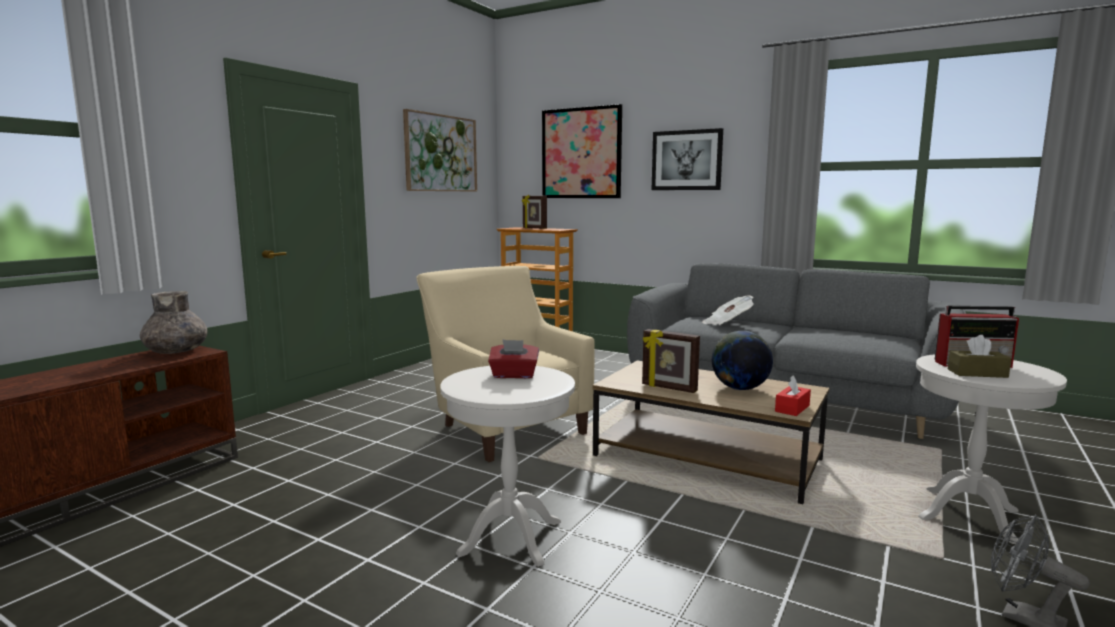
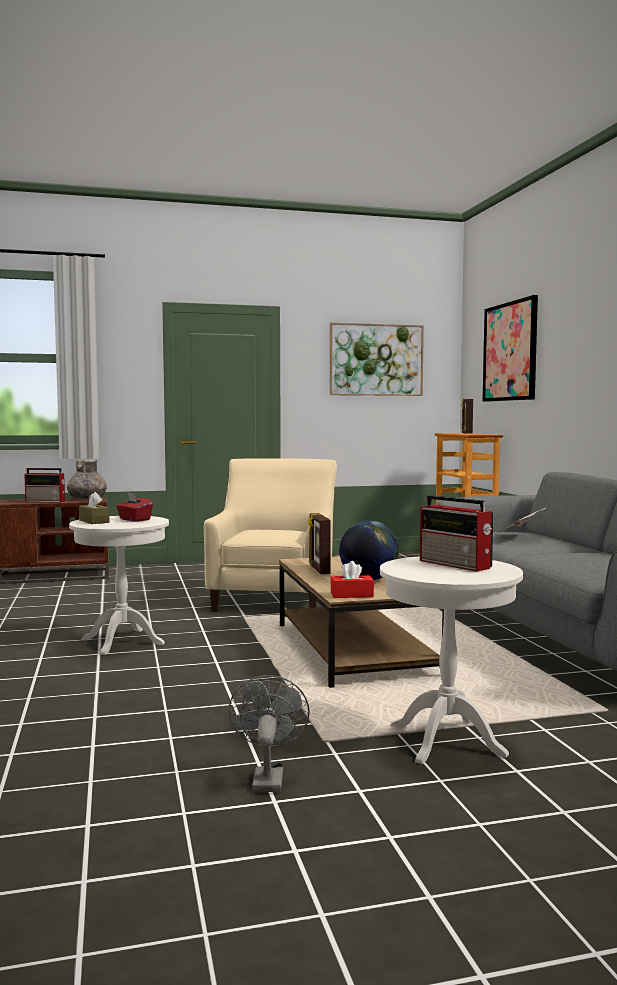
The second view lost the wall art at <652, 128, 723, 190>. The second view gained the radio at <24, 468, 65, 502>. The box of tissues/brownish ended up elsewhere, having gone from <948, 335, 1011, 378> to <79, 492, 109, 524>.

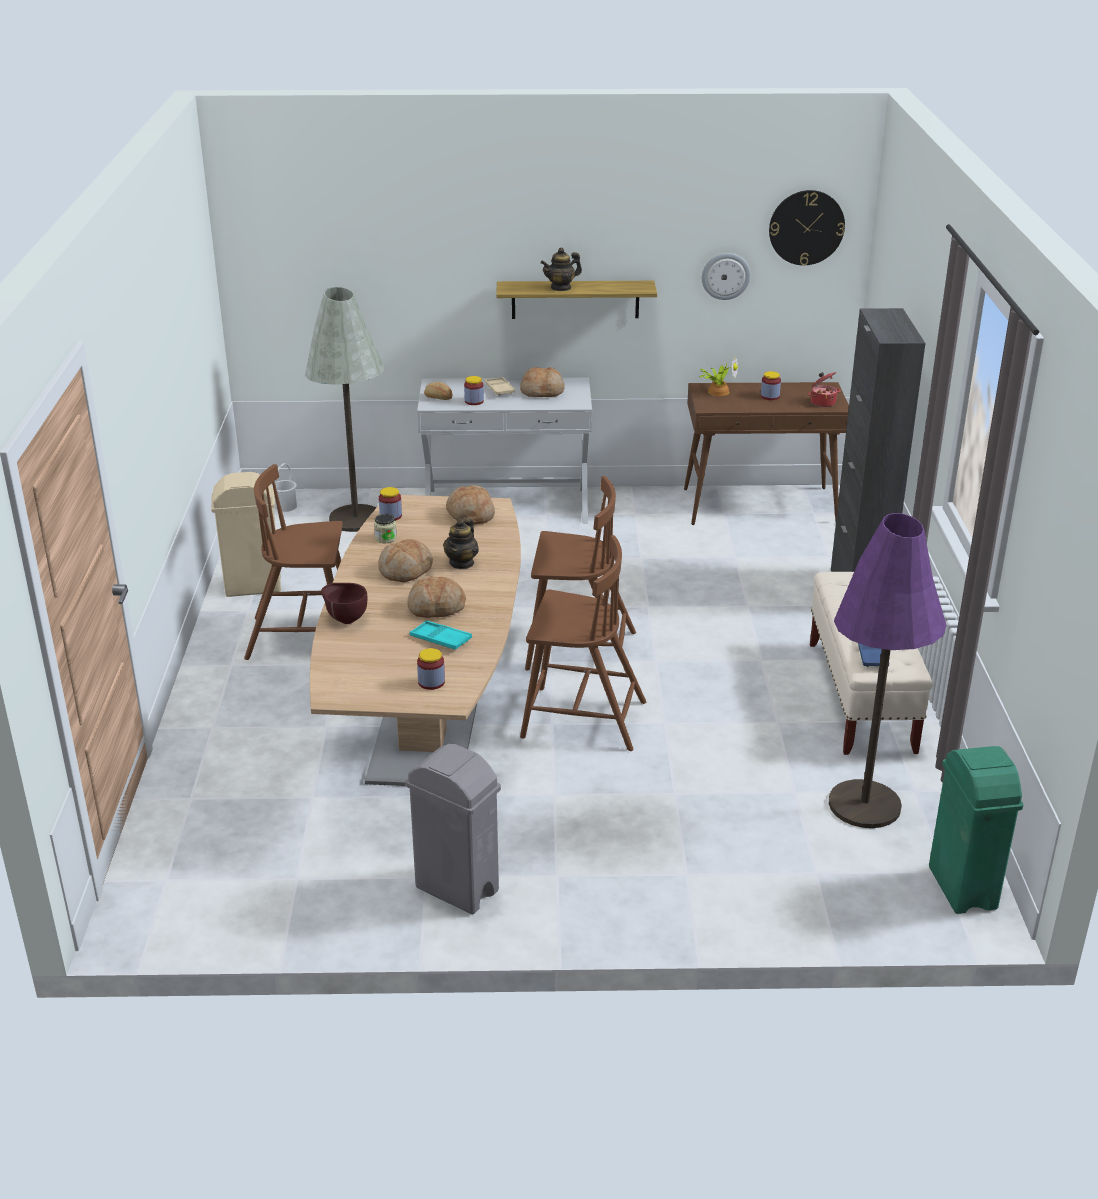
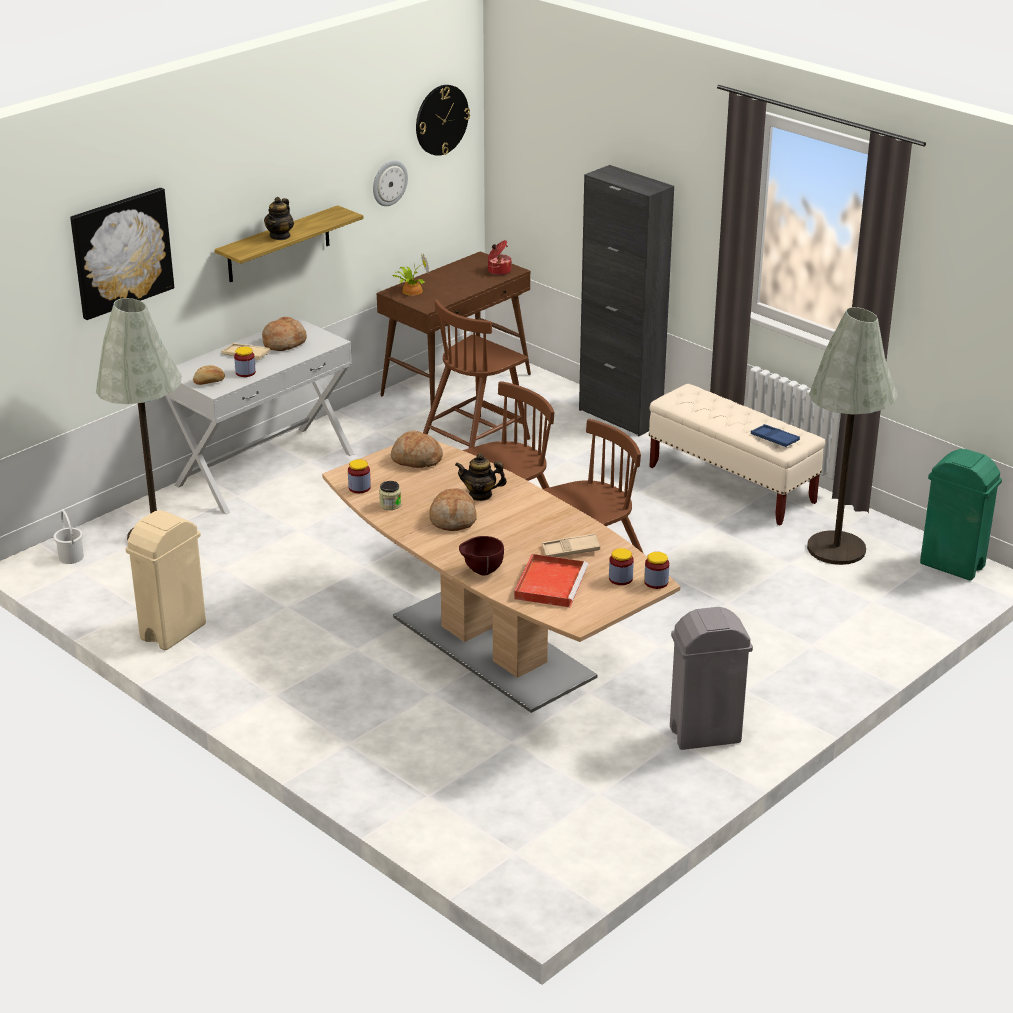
The second view lost the bread at <407, 576, 466, 618>. The second view gained the wall art at <70, 188, 174, 320>. The second view gained the carrying tray/reddish at <514, 554, 588, 607>. The chair/brownish ended up elsewhere, having gone from <244, 464, 343, 660> to <423, 300, 530, 448>. The preserve jar ended up elsewhere, having gone from <761, 371, 781, 400> to <644, 552, 669, 589>. What was the carrying tray/blue-green at <410, 620, 472, 650> turned into the carrying tray/beige at <542, 533, 600, 557>. What was the floor lamp/purplish at <829, 513, 947, 828> turned into the floor lamp/gray at <807, 307, 898, 565>. The teapot at <443, 518, 479, 569> ended up facing another way, 120 degrees clockwise from before.

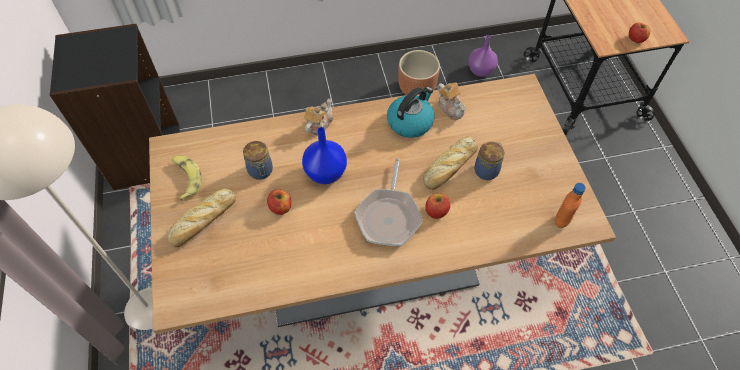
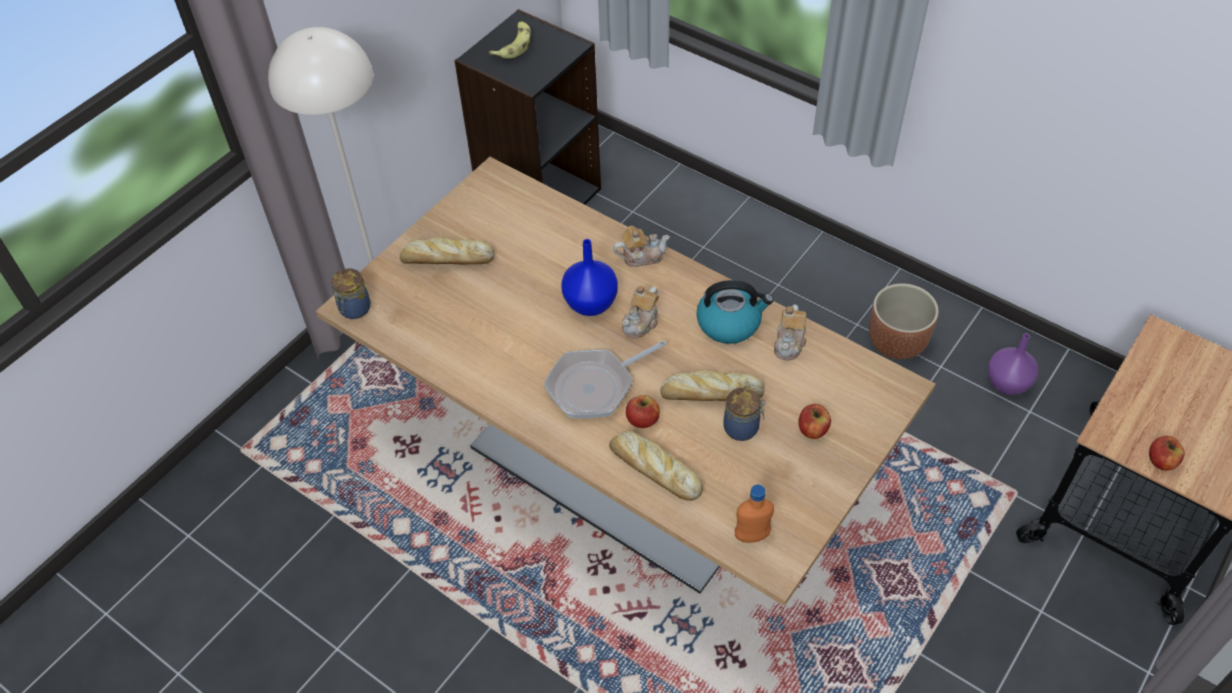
The second view gained the bread at <609, 431, 703, 501>. The second view gained the teapot at <622, 286, 659, 339>. The whole banana ended up elsewhere, having gone from <172, 156, 202, 201> to <489, 21, 531, 59>. The preserve jar ended up elsewhere, having gone from <243, 141, 273, 180> to <331, 269, 371, 319>. The whole apple ended up elsewhere, having gone from <267, 189, 291, 215> to <798, 404, 831, 439>.

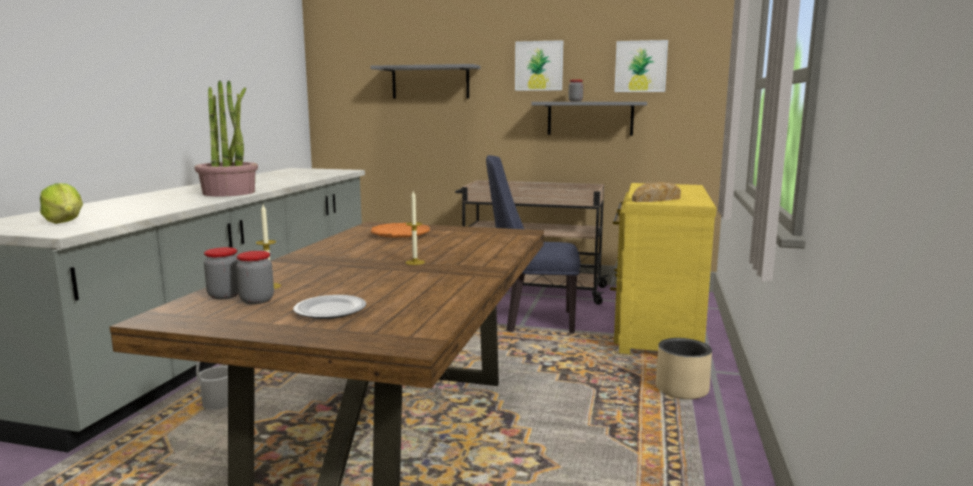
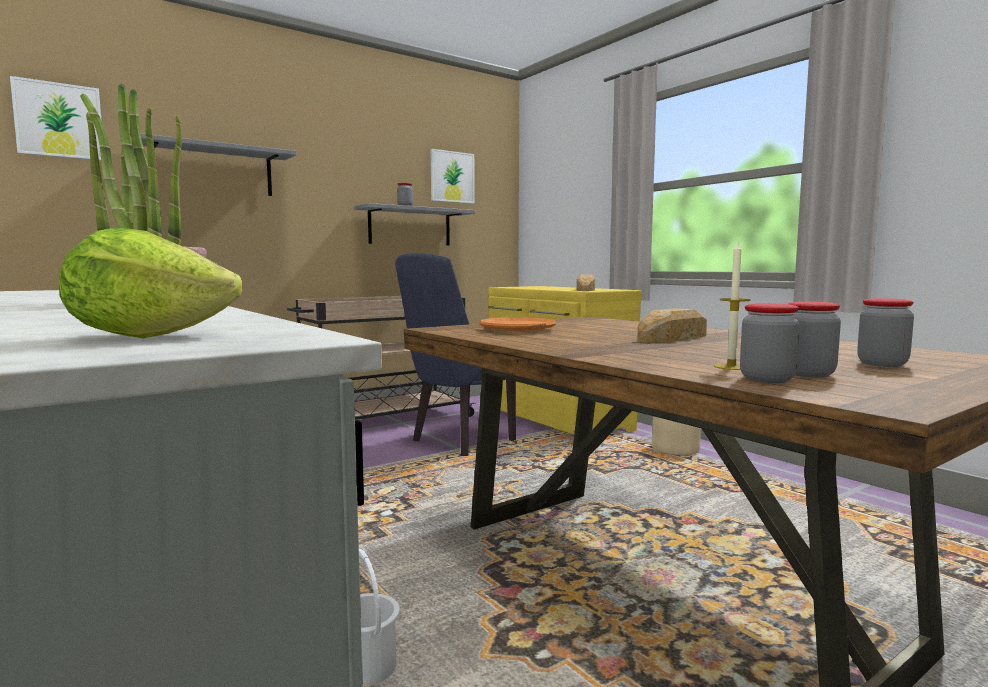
The wall art ended up elsewhere, having gone from <515, 40, 563, 91> to <10, 76, 101, 160>. Where the plate stood at <293, 295, 366, 319>, the preserve jar came to stand at <857, 298, 914, 367>. Where the candle stood at <405, 191, 425, 265>, the bread came to stand at <637, 308, 707, 342>.

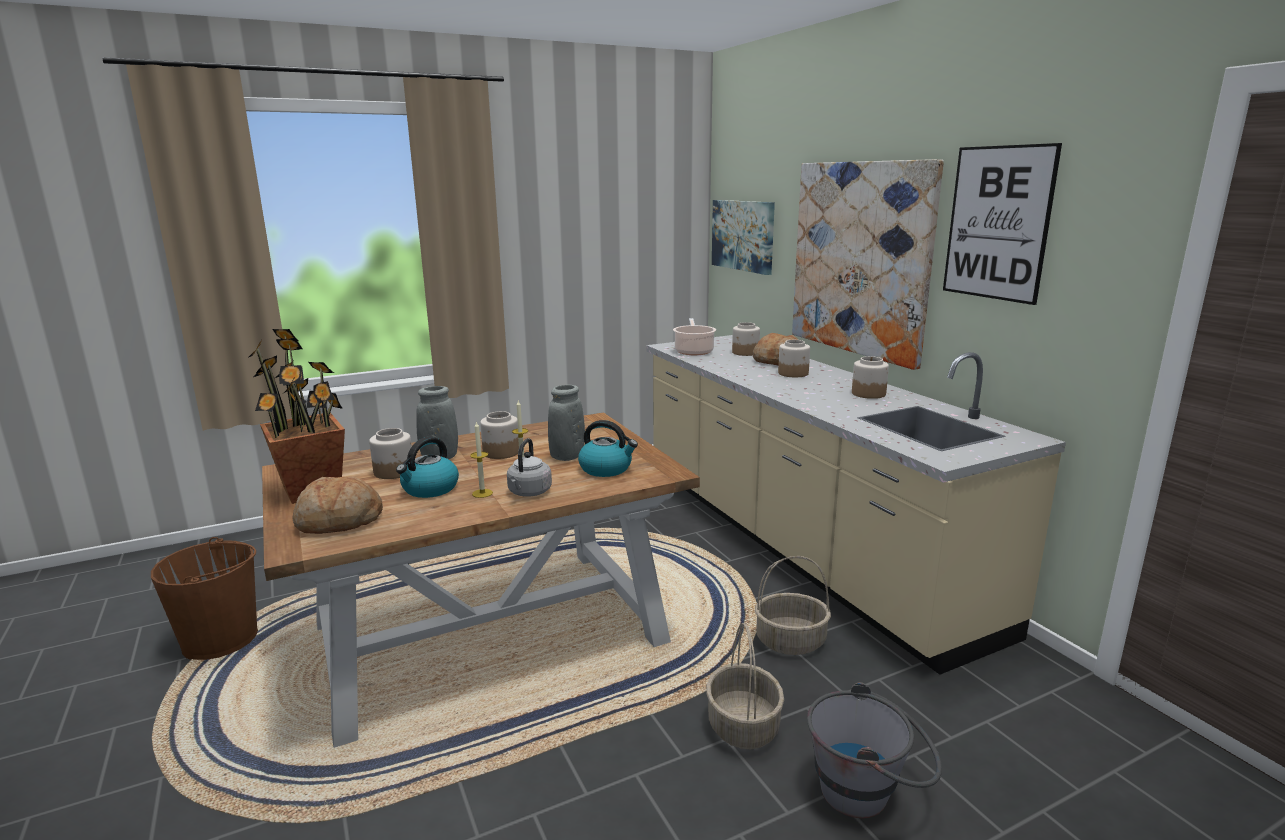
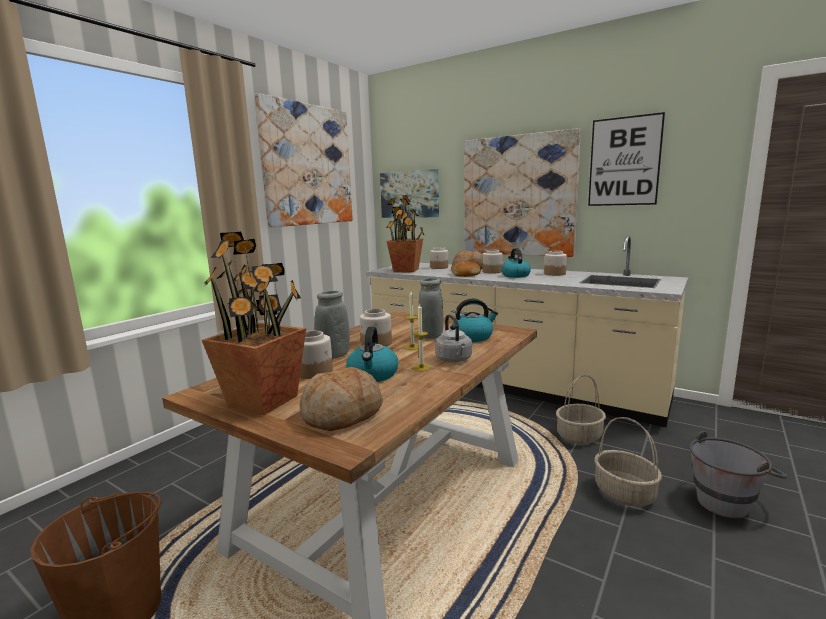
The second view gained the wall art at <255, 93, 353, 227>. The second view gained the bread at <451, 261, 481, 277>. The second view gained the kettle at <501, 248, 531, 278>. Where the stockpot stood at <673, 318, 716, 355>, the potted plant came to stand at <386, 195, 424, 272>.

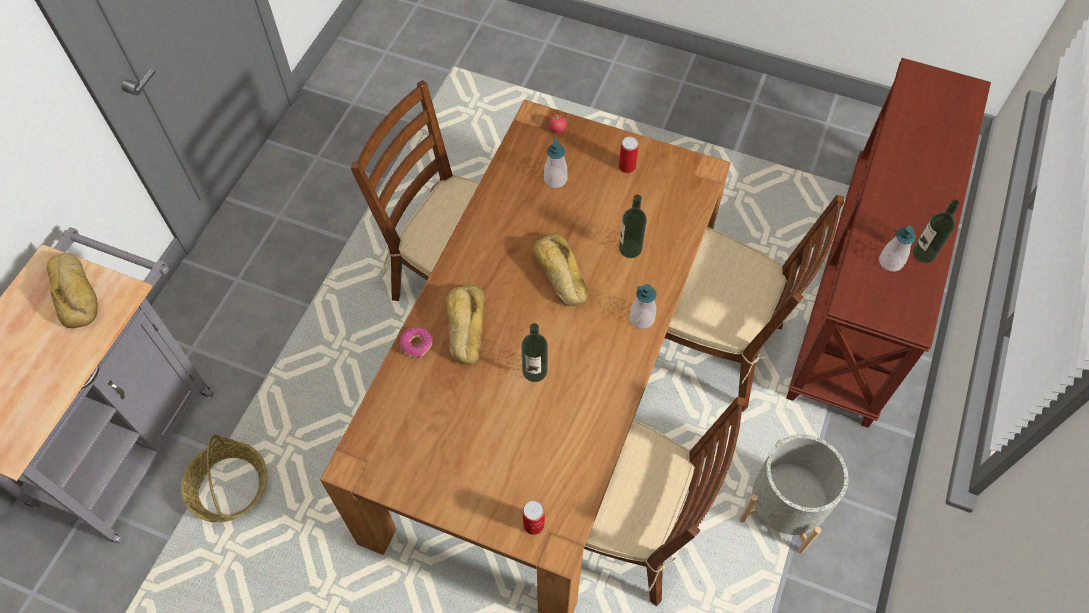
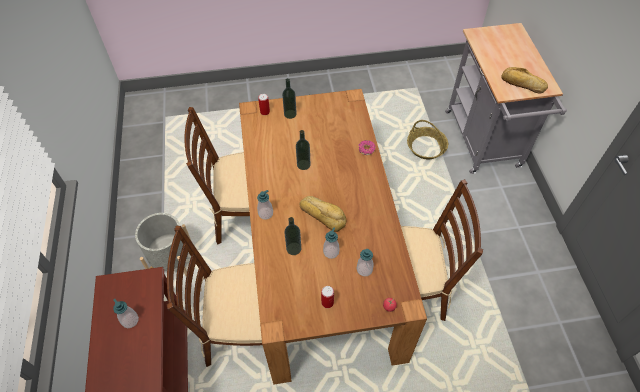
The second view lost the bread at <446, 285, 485, 365>. The second view gained the soap bottle at <323, 227, 339, 259>. The drink bottle ended up elsewhere, having gone from <913, 199, 960, 263> to <282, 78, 297, 119>.

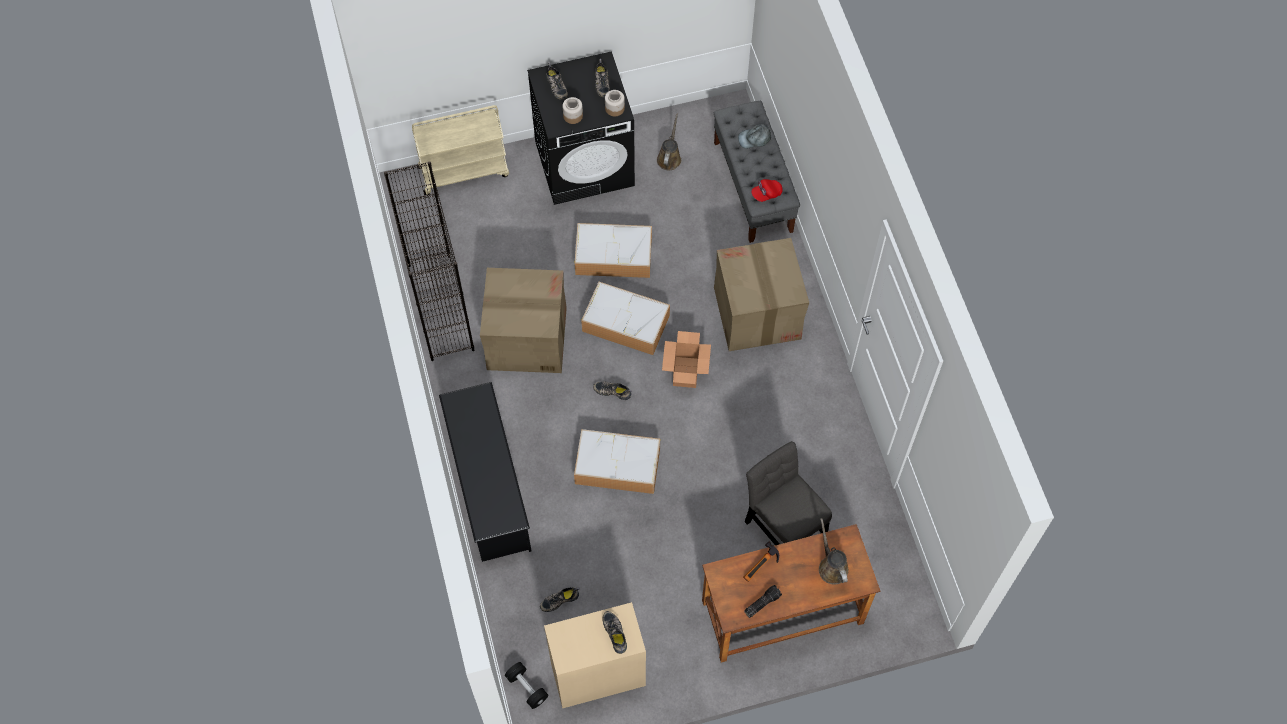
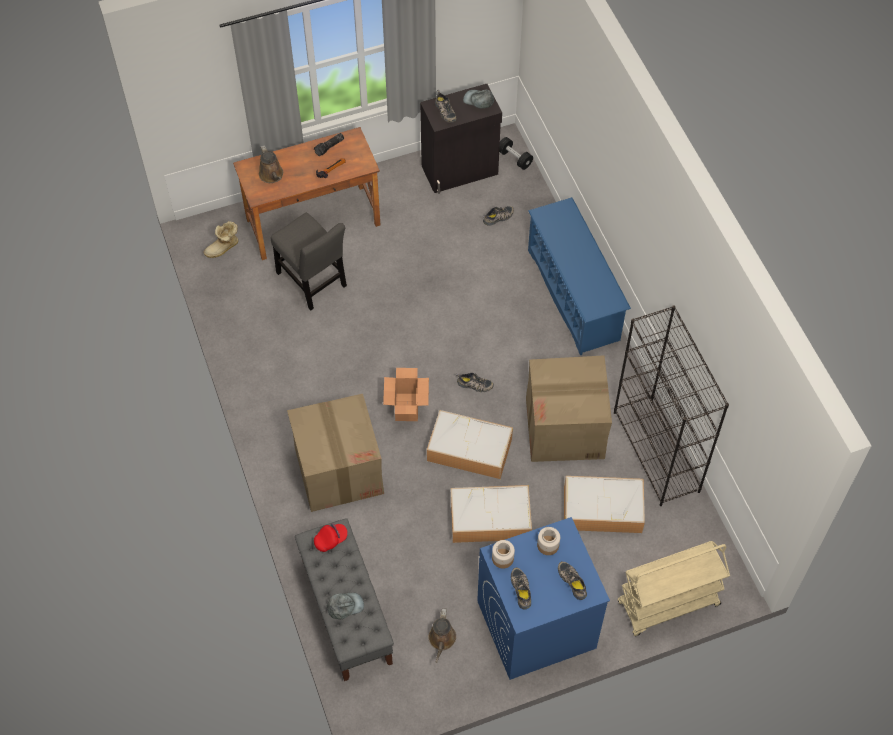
The second view gained the boot at <203, 221, 238, 258>. The second view gained the peaked cap/gray at <463, 90, 494, 109>. The storage bin ended up elsewhere, having gone from <574, 429, 660, 494> to <564, 476, 645, 533>. What was the shoe rack/black-coloured at <439, 382, 531, 562> turned into the shoe rack/bluish at <528, 197, 631, 355>. What was the laundry appliance/black-coloured at <527, 51, 635, 205> turned into the laundry appliance/bluish at <477, 517, 610, 680>. What was the cupboard/beige at <544, 602, 646, 708> turned into the cupboard/black-coloured at <420, 84, 502, 194>.

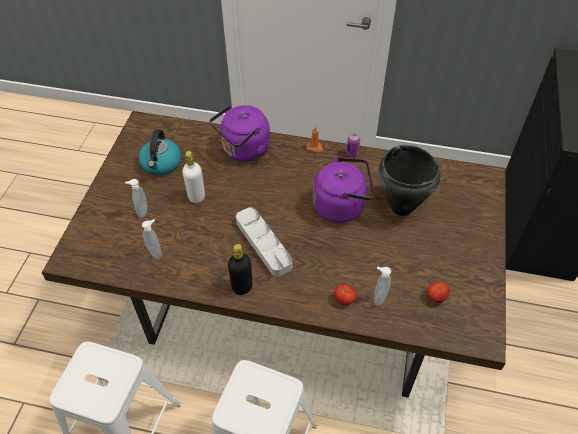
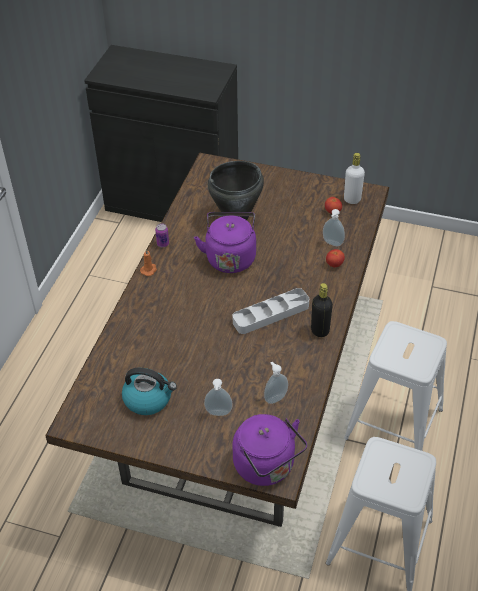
The drink bottle/white ended up elsewhere, having gone from <182, 151, 205, 203> to <344, 153, 365, 204>. The kettle/purplish ended up elsewhere, having gone from <209, 105, 270, 162> to <232, 414, 307, 486>.

